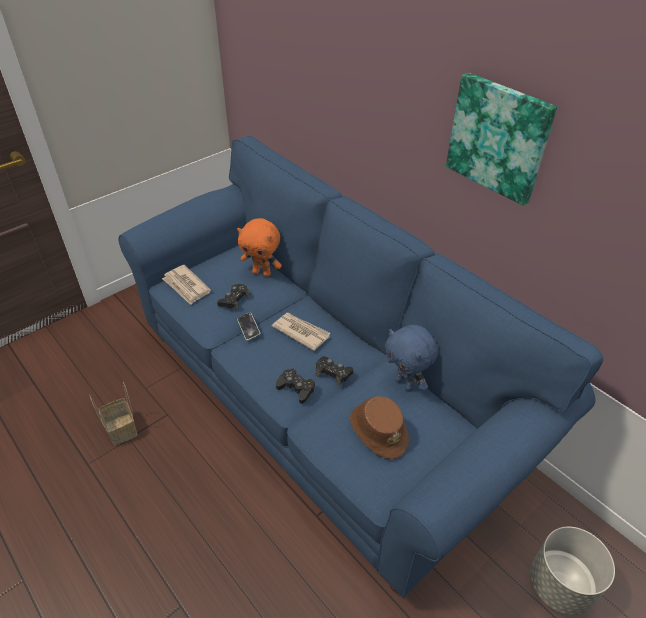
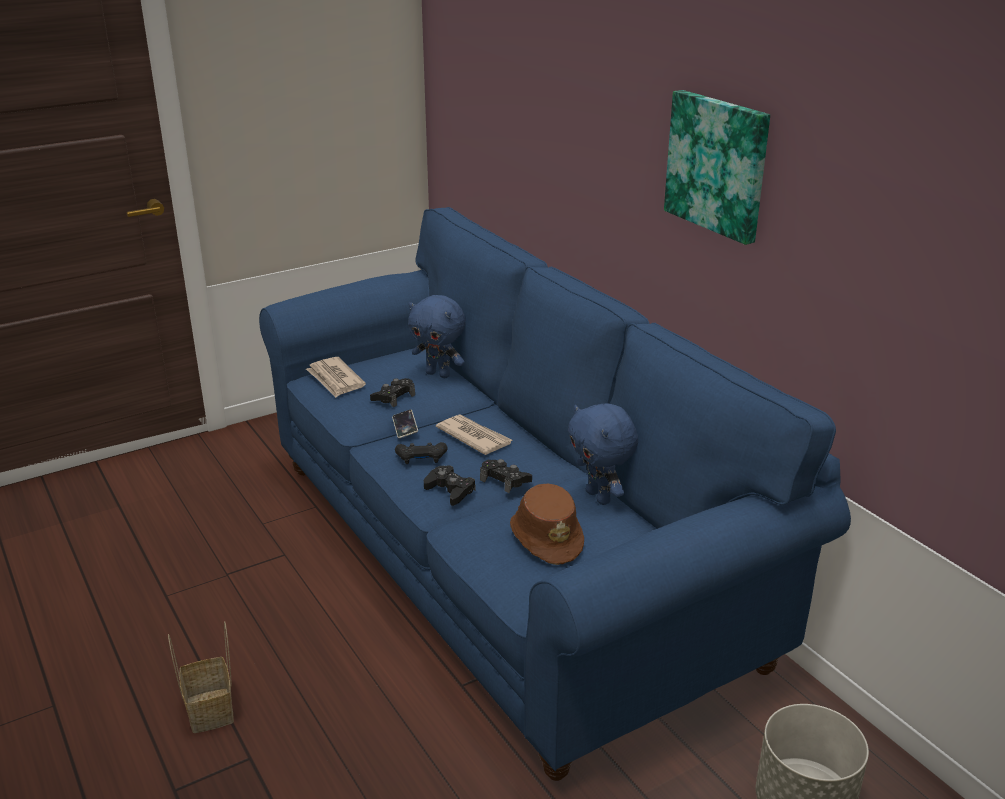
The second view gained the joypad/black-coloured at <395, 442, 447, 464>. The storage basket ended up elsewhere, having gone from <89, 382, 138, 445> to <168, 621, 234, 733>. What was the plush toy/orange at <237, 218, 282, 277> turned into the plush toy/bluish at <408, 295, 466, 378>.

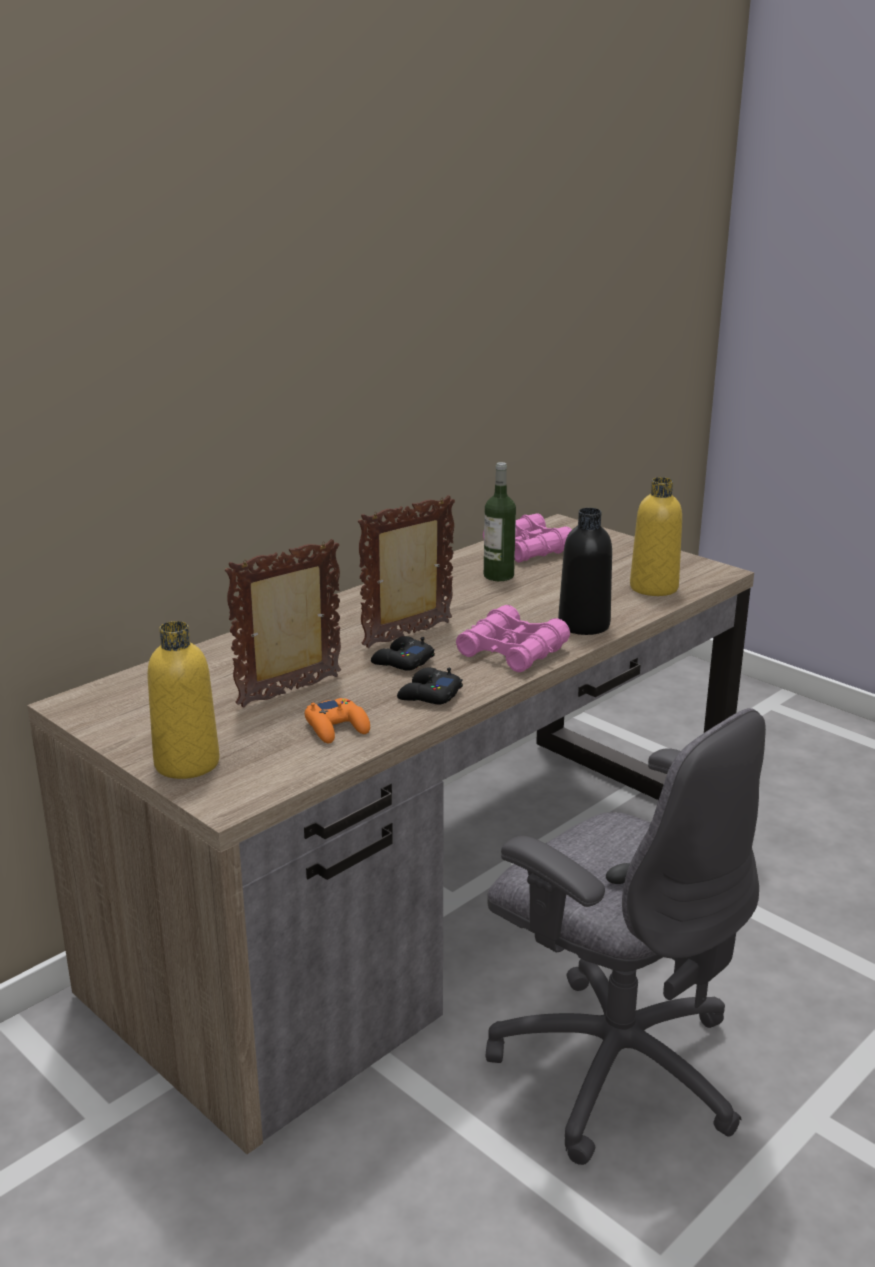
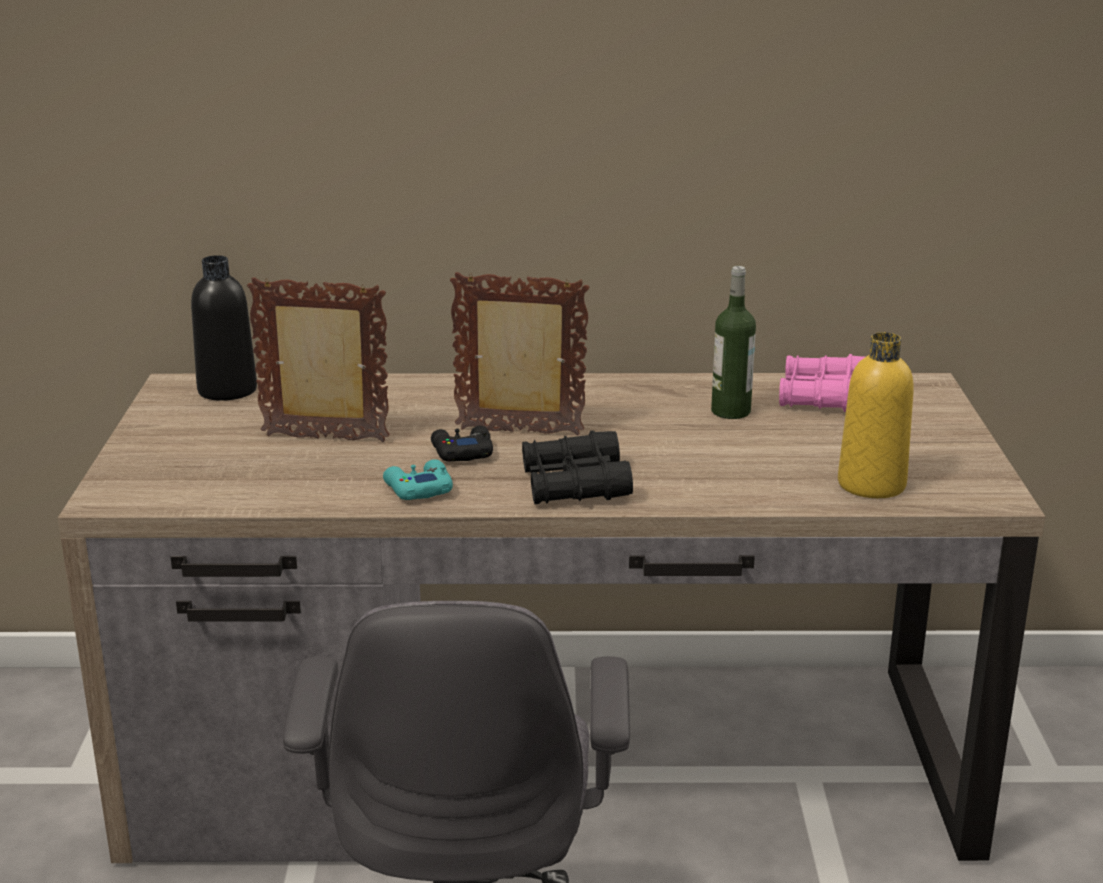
The second view lost the drink bottle/yellow-coloured at <148, 621, 220, 779>. The second view lost the joypad/orange at <305, 698, 370, 743>. The drink bottle/black-coloured ended up elsewhere, having gone from <558, 508, 612, 635> to <191, 255, 257, 401>. What was the joypad/black-coloured at <397, 668, 463, 704> turned into the joypad/blue-green at <383, 460, 453, 500>. What was the field glasses/pinkish at <456, 605, 570, 672> turned into the field glasses/black-coloured at <522, 430, 633, 504>.

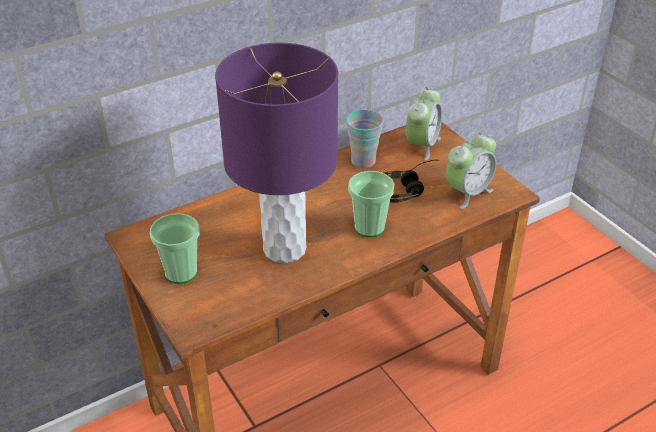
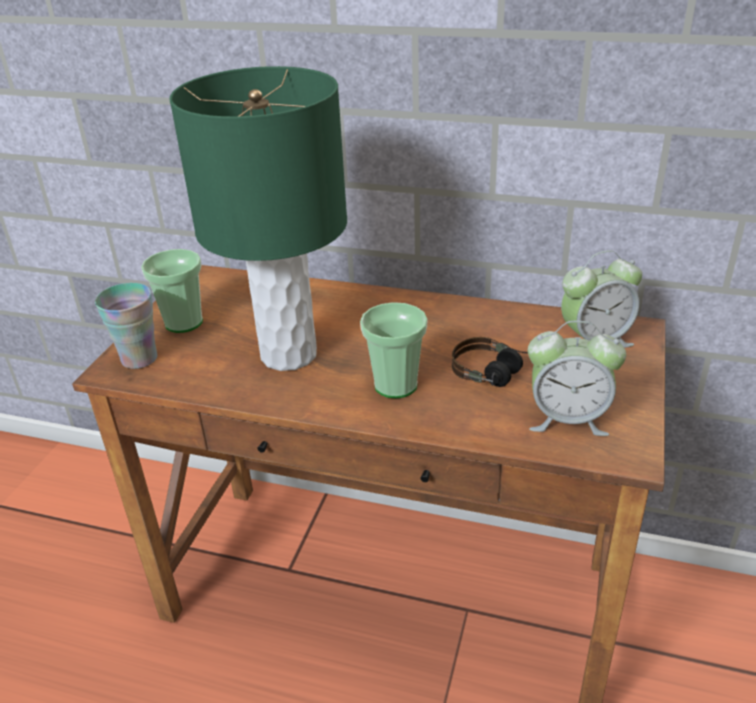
The cup ended up elsewhere, having gone from <347, 110, 383, 168> to <95, 283, 157, 369>. What was the lamp for a table/purplish at <215, 43, 338, 263> turned into the lamp for a table/greenish at <170, 66, 347, 371>.

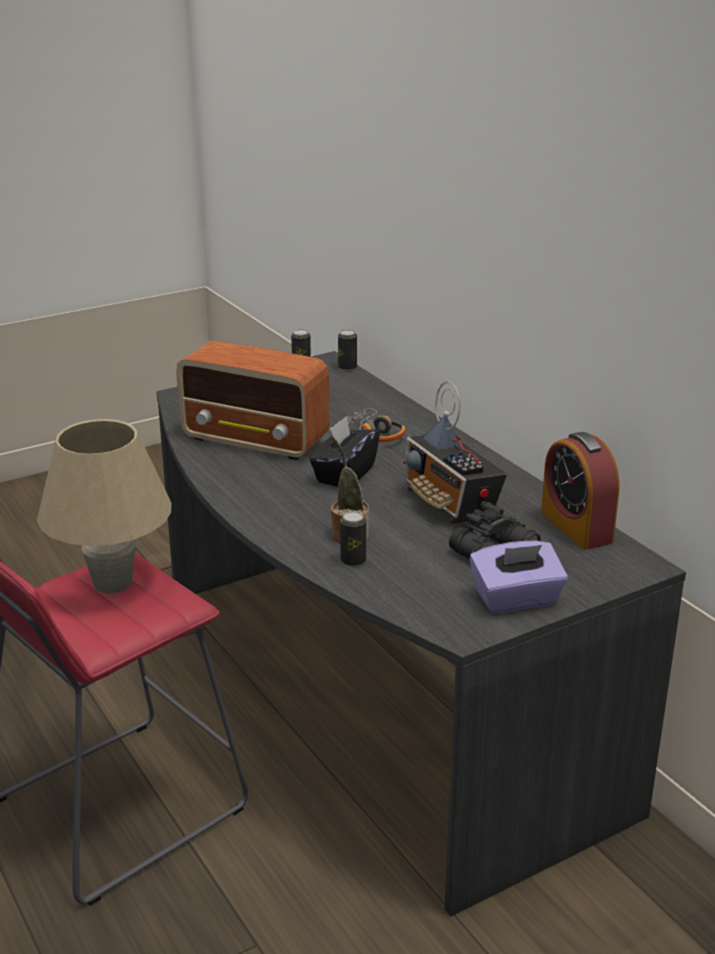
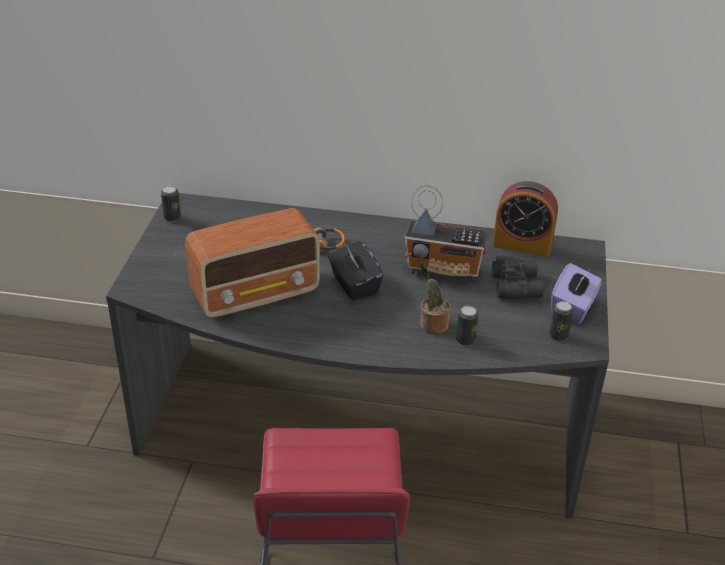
The second view lost the lamp for a table/beige at <37, 419, 171, 593>. The sealed can ended up elsewhere, having gone from <338, 330, 357, 371> to <549, 301, 574, 341>.

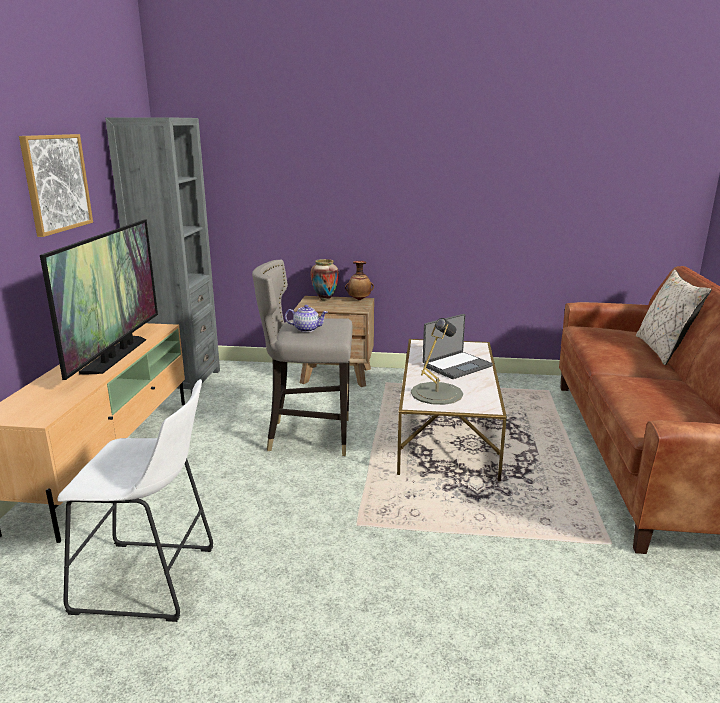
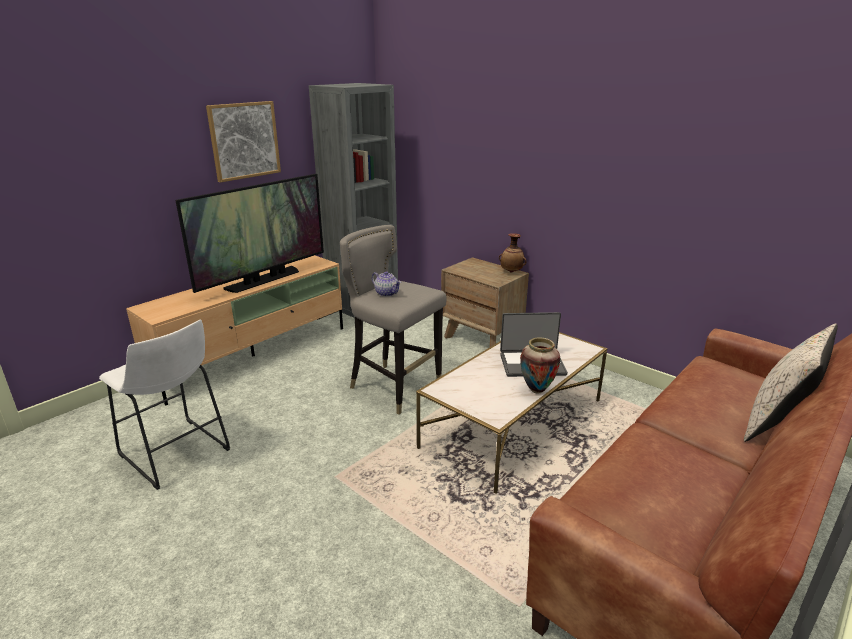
The second view lost the lamp for a table/gray at <411, 318, 463, 405>. The flower vase ended up elsewhere, having gone from <310, 259, 339, 301> to <520, 338, 560, 393>.

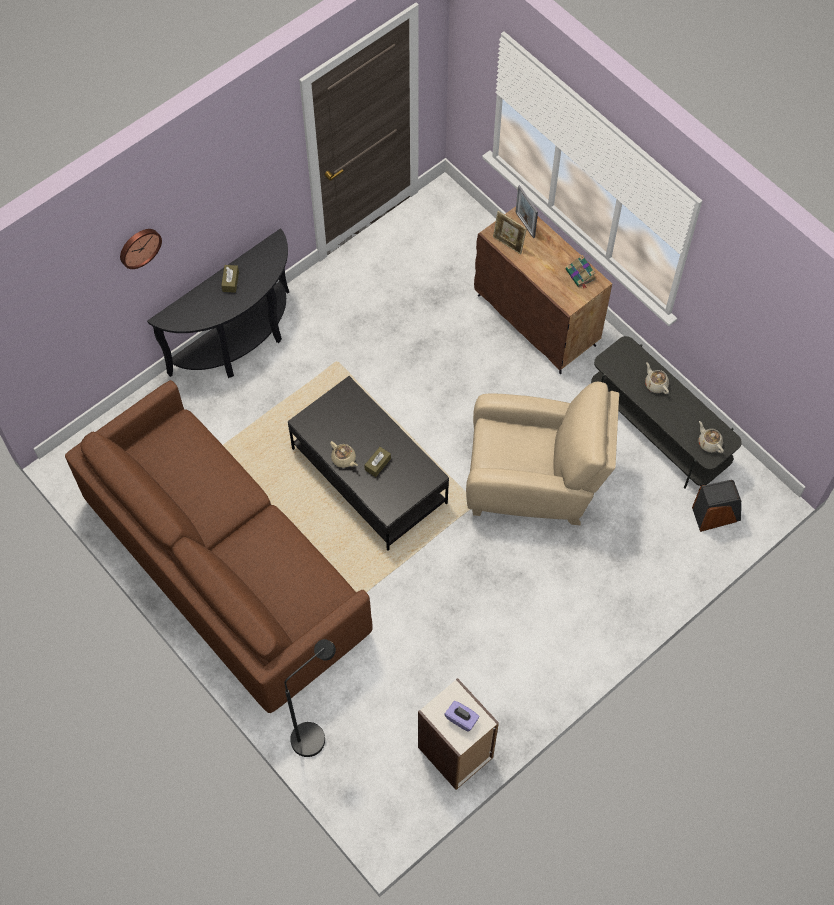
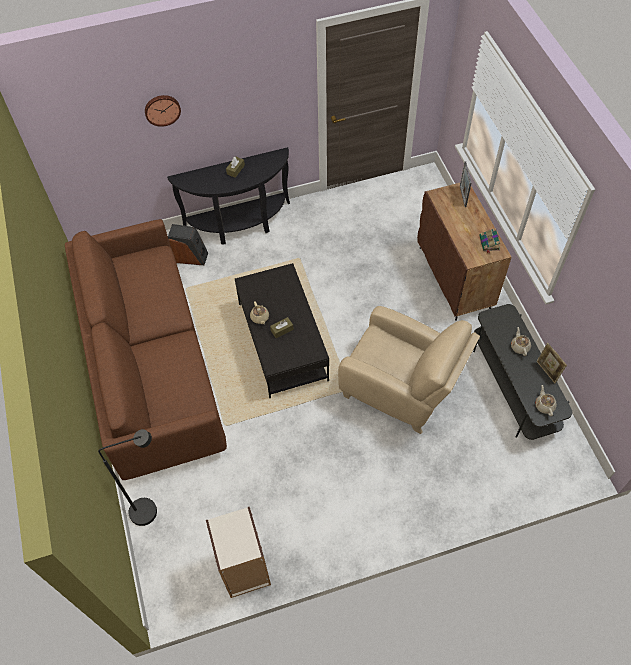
The second view lost the box of tissues/purplish at <444, 701, 479, 732>. The picture frame ended up elsewhere, having gone from <493, 211, 527, 254> to <537, 343, 567, 383>. The audio speaker ended up elsewhere, having gone from <692, 480, 741, 532> to <168, 224, 208, 265>.

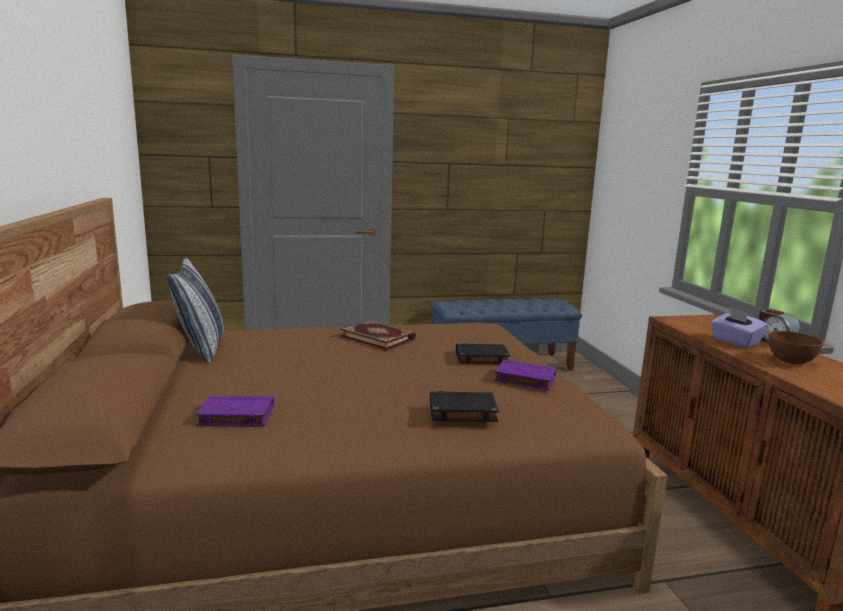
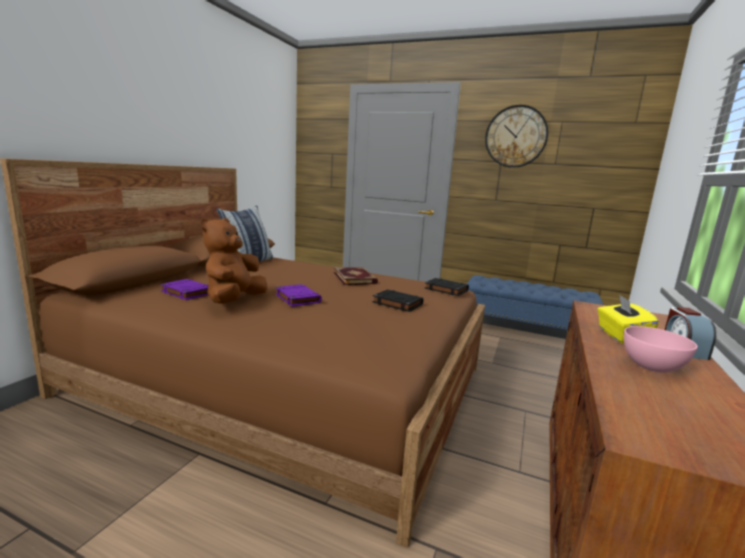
The second view gained the plush toy/brownish at <201, 218, 267, 304>. The second view gained the wall clock at <485, 105, 548, 168>. The volume/black-coloured ended up elsewhere, having gone from <430, 391, 499, 422> to <425, 278, 469, 296>. The volume/purplish ended up elsewhere, having gone from <494, 360, 557, 390> to <276, 284, 322, 307>. What was the box of tissues/purplish at <711, 307, 768, 348> turned into the box of tissues/yellow-coloured at <598, 294, 659, 343>. What was the bowl/brownish at <768, 331, 824, 364> turned into the bowl/pinkish at <624, 326, 698, 373>.

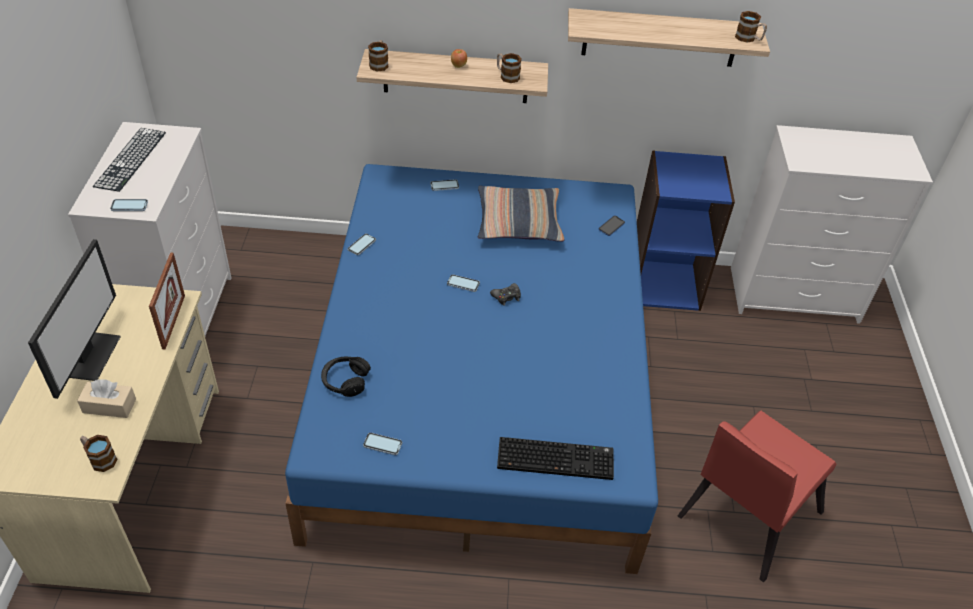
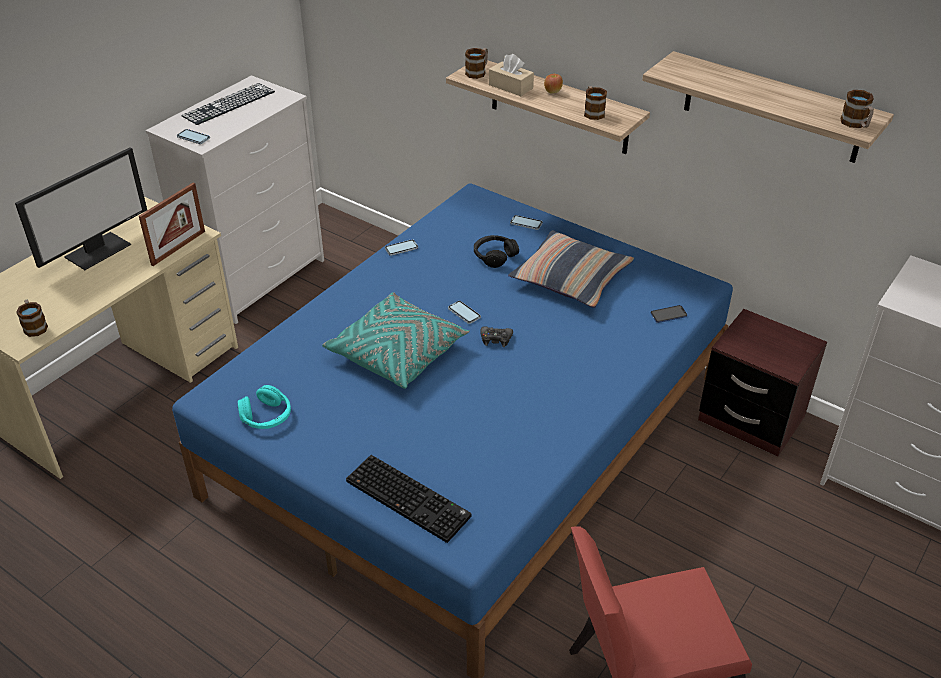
The second view gained the pillow/blue-green at <322, 292, 470, 389>. The box of tissues/beige ended up elsewhere, having gone from <77, 379, 136, 418> to <489, 54, 534, 96>. The headphones/black-coloured ended up elsewhere, having gone from <321, 357, 371, 397> to <474, 235, 519, 268>. Where the telephone stood at <363, 432, 402, 455>, the headphones/blue-green came to stand at <238, 385, 291, 429>. Where the bookshelf/bluish stood at <637, 150, 735, 311>, the night table/brownish came to stand at <698, 309, 827, 456>.

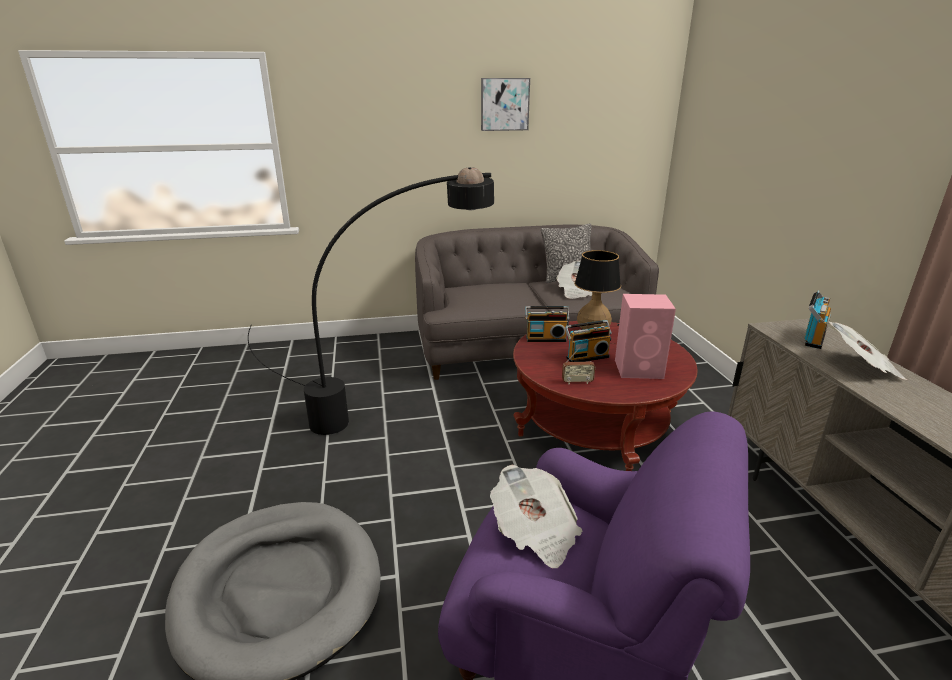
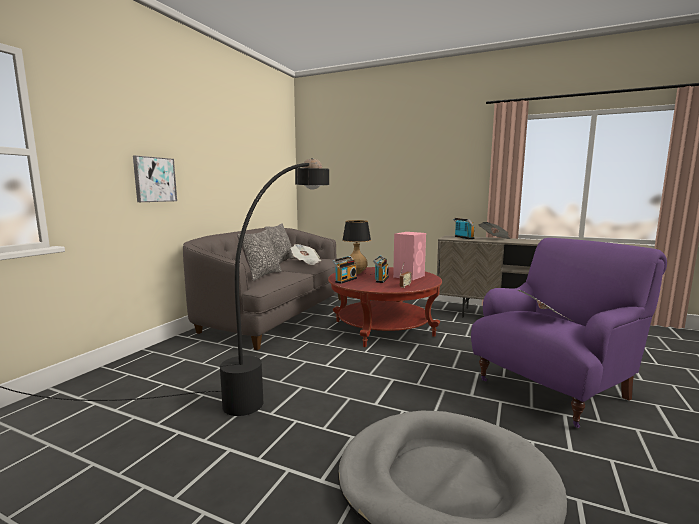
The second view gained the pillow at <237, 229, 282, 281>. The wall art ended up elsewhere, having gone from <481, 78, 530, 131> to <133, 155, 177, 202>.

